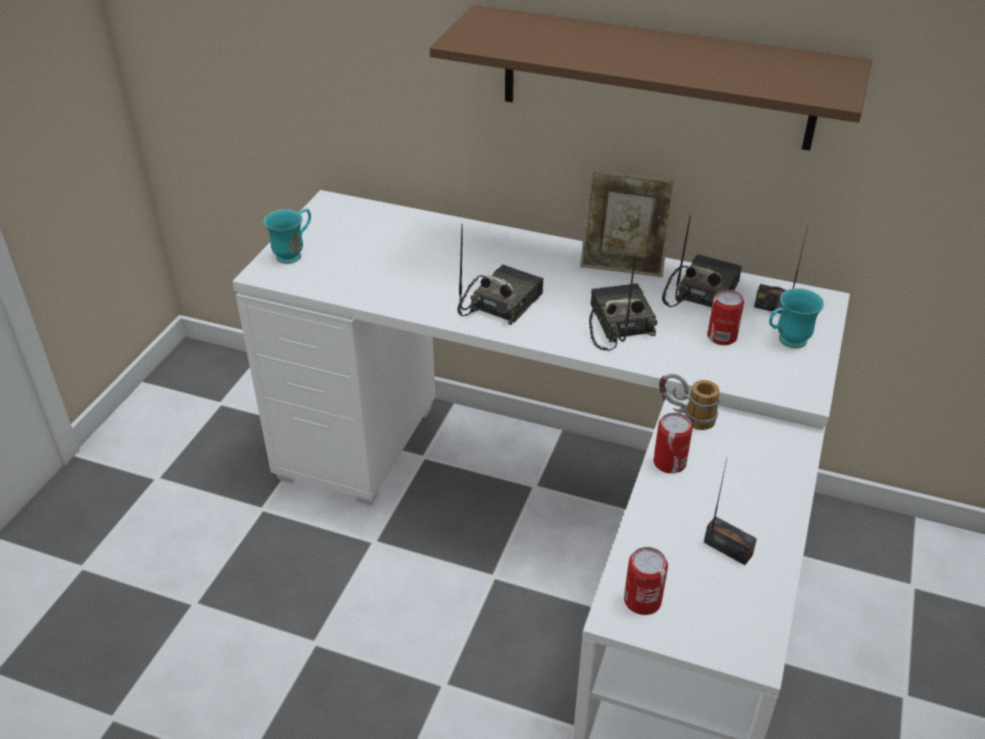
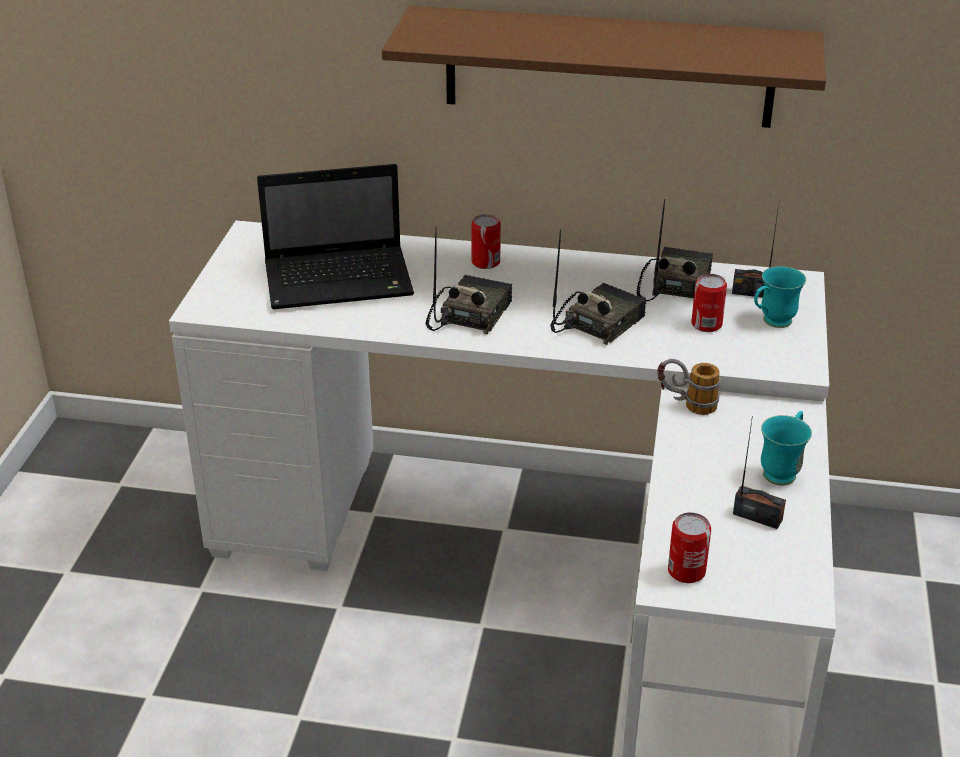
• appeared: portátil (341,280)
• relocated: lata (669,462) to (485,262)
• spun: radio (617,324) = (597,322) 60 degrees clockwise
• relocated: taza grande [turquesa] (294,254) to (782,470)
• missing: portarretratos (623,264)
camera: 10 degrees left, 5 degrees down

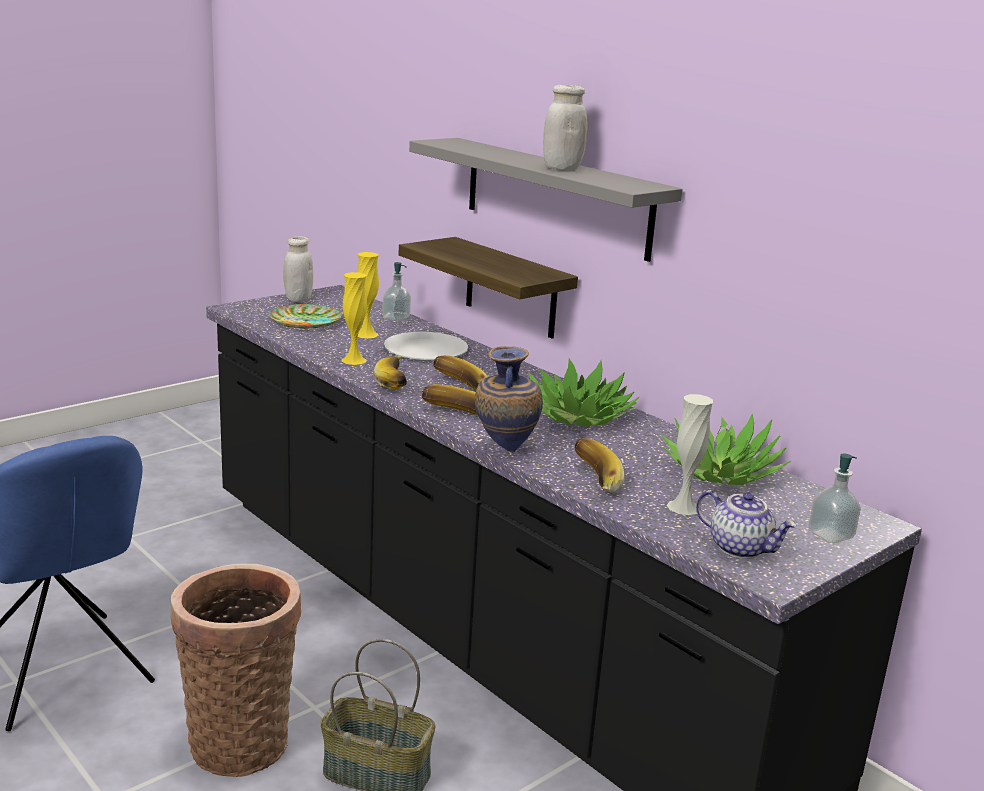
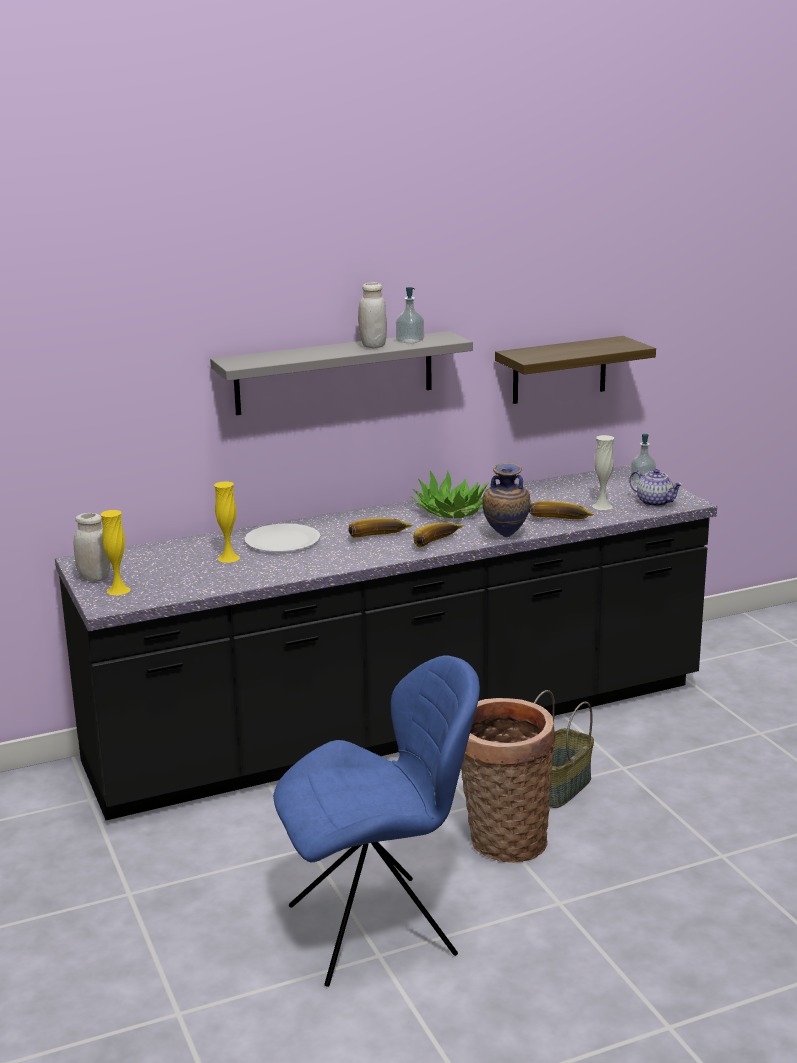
• relocated: florero [amarillo] (354,360) to (118,590)
• relocated: dispensador de jabón (396,318) to (410,341)
• relocated: estante (511,288) to (559,370)
• spun: tetera (740,548) = (655,502) 75 degrees clockwise
• missing: plato (305,321)
• missing: plátano (398,382)
• missing: planta en maceta (720,472)
camera: 70 degrees left, 0 degrees up

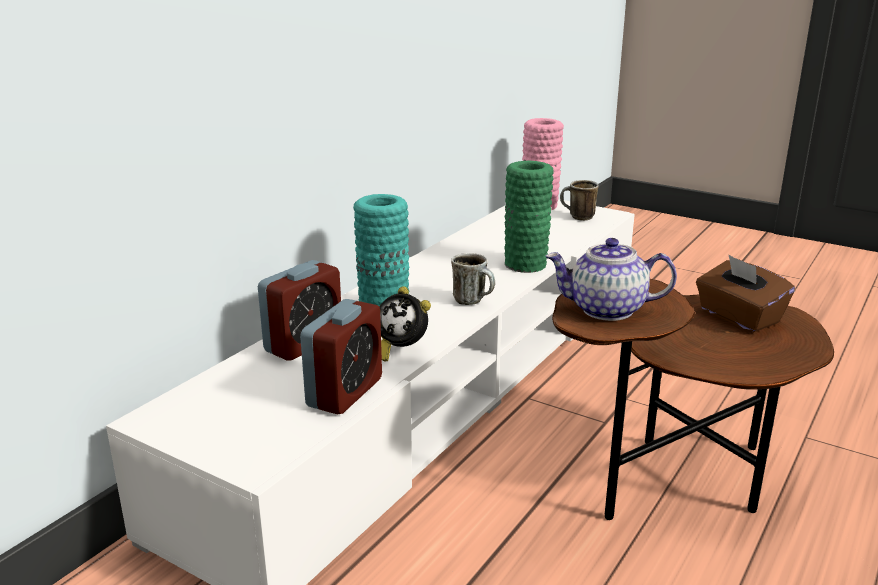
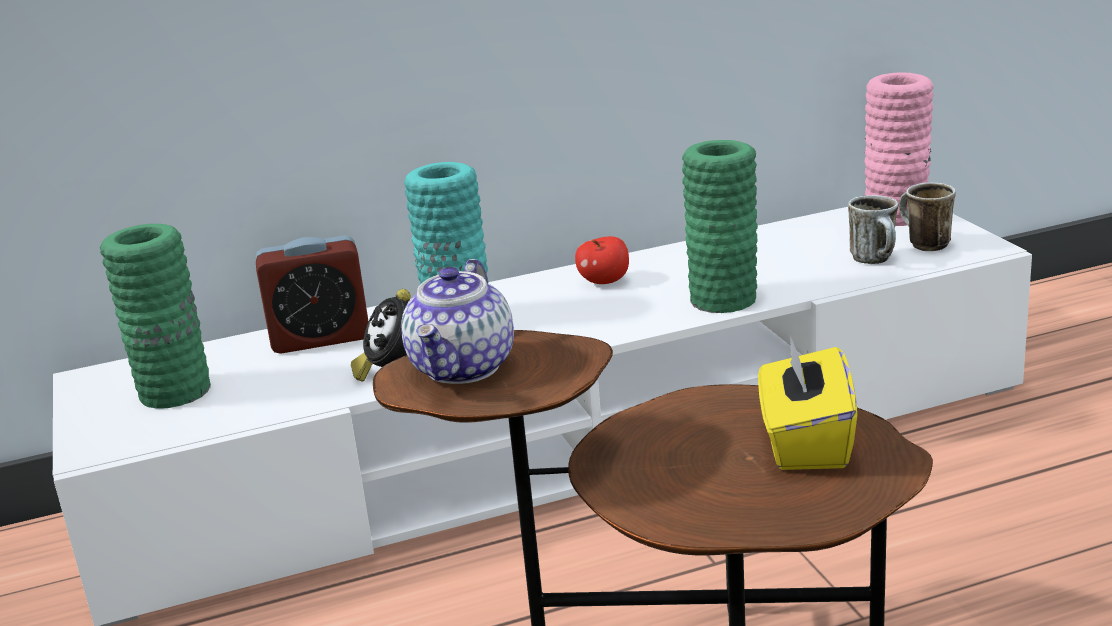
• appeared: florero [verde] (174,391)
• spun: tetera (606,310) = (463,368) 120 degrees counterclockwise
• appeared: manzana (604,281)
• colour: caja de pañuelos [marrón] (738,317) to caja de pañuelos [amarillo] (805,443)
• relocated: taza grande (474,301) to (877,261)
• missing: despertador (345,392)
camera: 40 degrees right, 0 degrees up

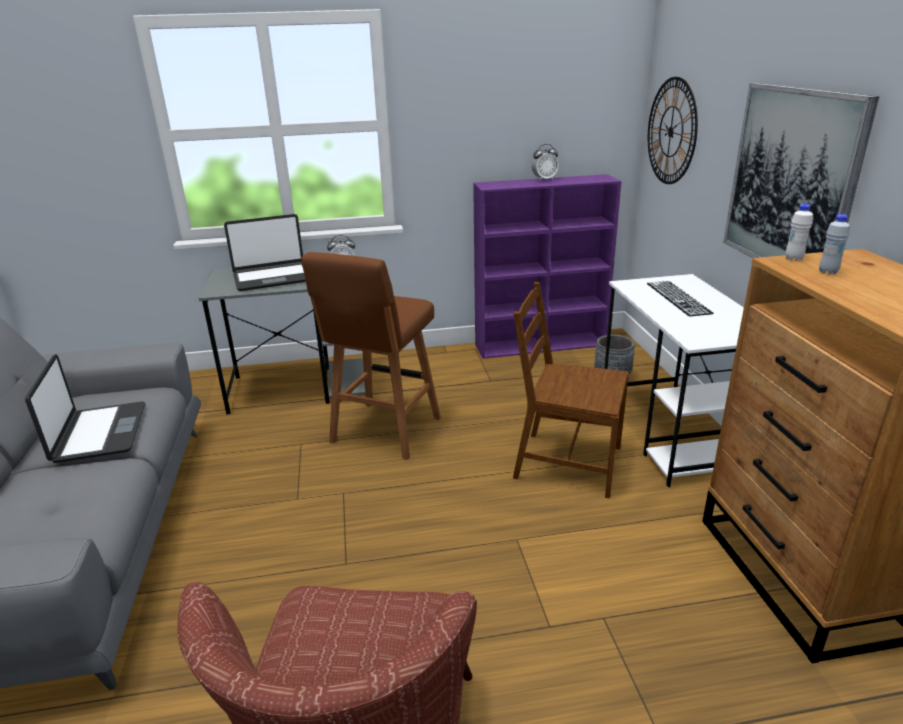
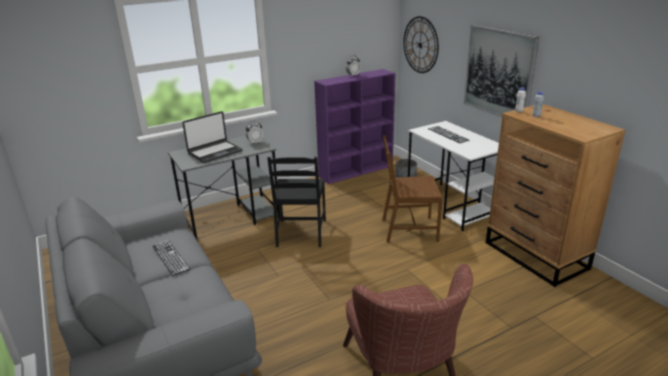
• exchanged: portátil (99,433) to teclado (170,257)
• exchanged: taburete [marrón] (384,432) to silla [negro] (301,233)
camera: 20 degrees left, 0 degrees up

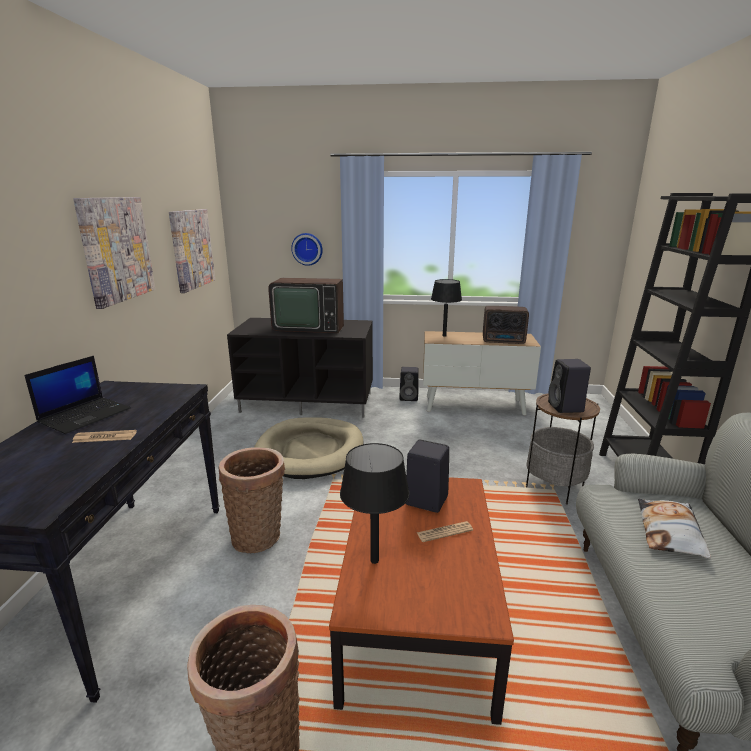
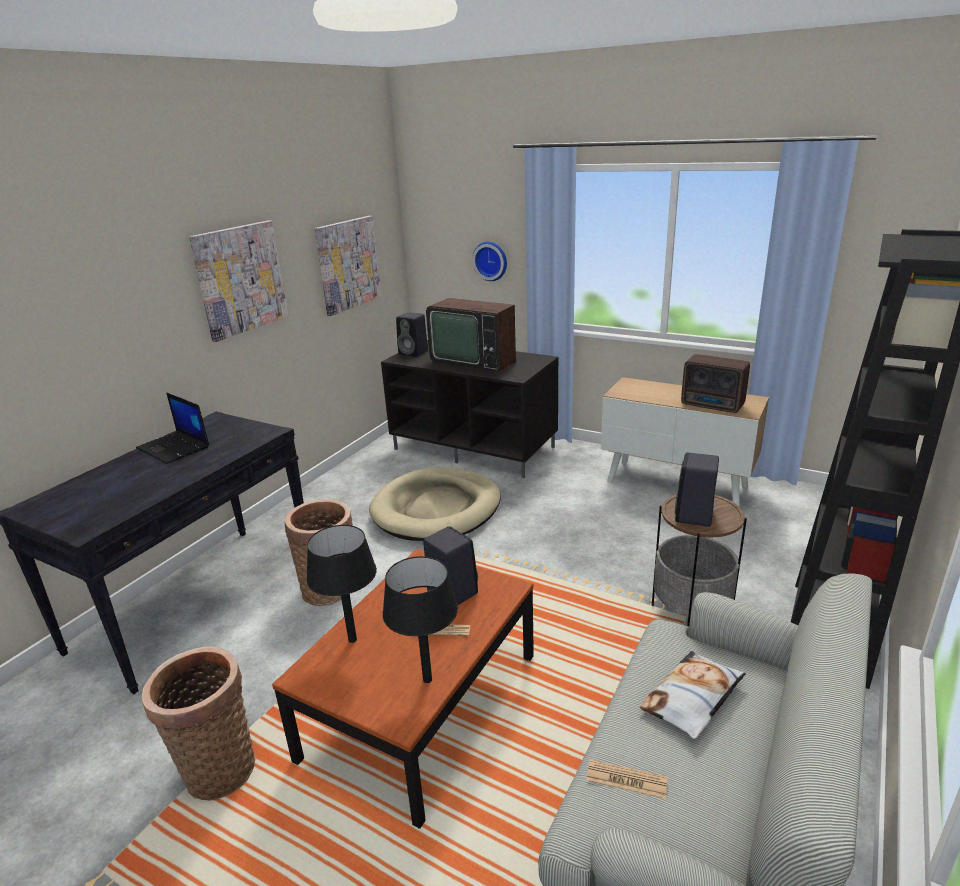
• spun: portátil (85,415) = (174,447) 75 degrees clockwise
• relocated: lámpara de mesa [negro] (444,336) to (427,679)
• relocated: altavoz [negro] (409,397) to (414,352)
• relocated: periódico (105,437) to (626,780)
camera: 25 degrees right, 5 degrees up

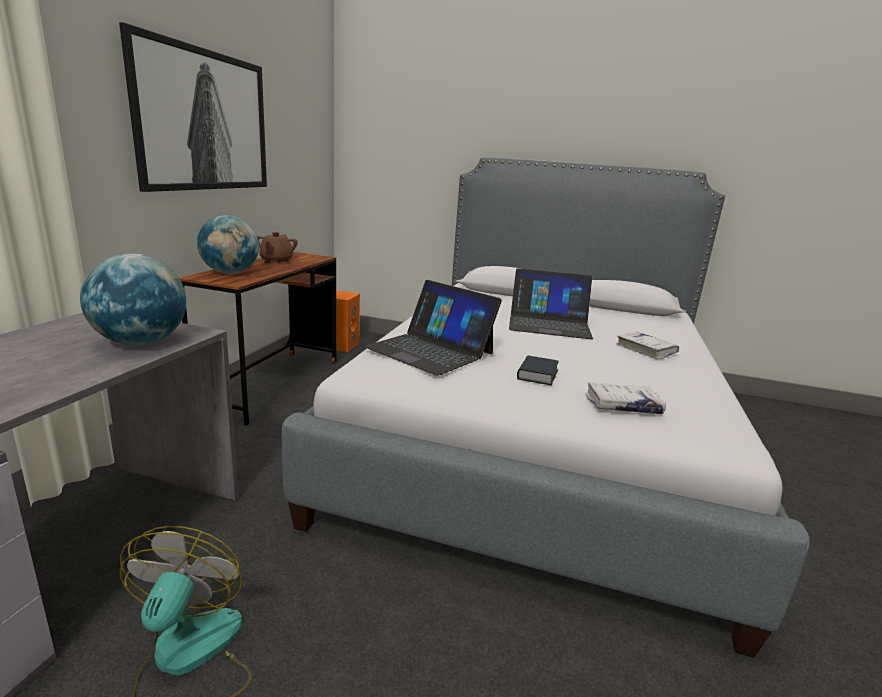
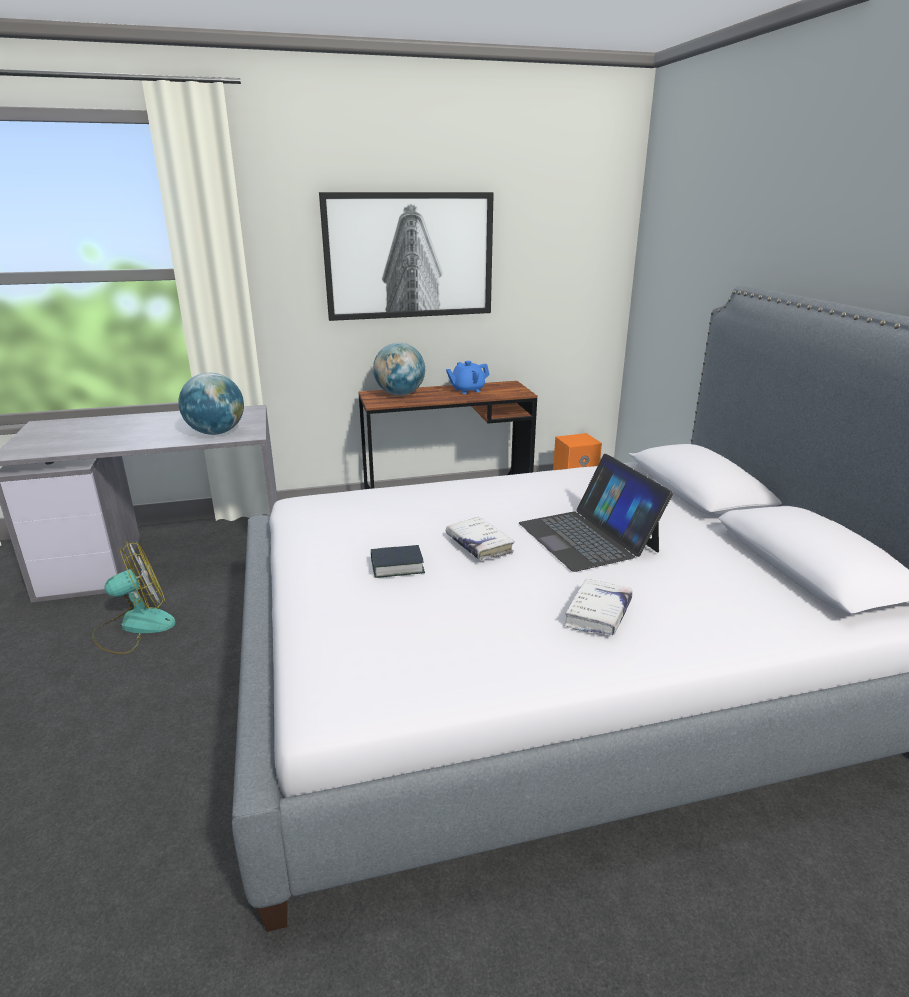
• colour: tetera [marrón] (276,261) to tetera [azul] (467,390)
• relocated: libro [blanco] (622,406) to (479,545)
• missing: portátil (430,350)
camera: 60 degrees right, 5 degrees up

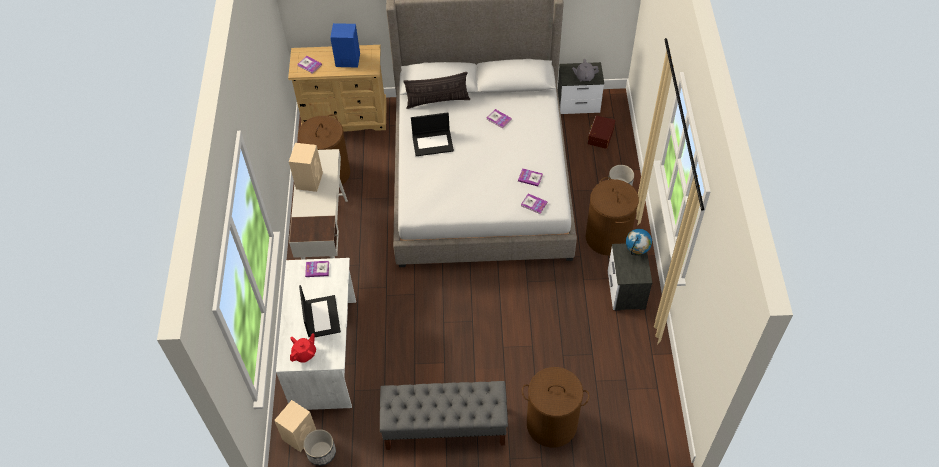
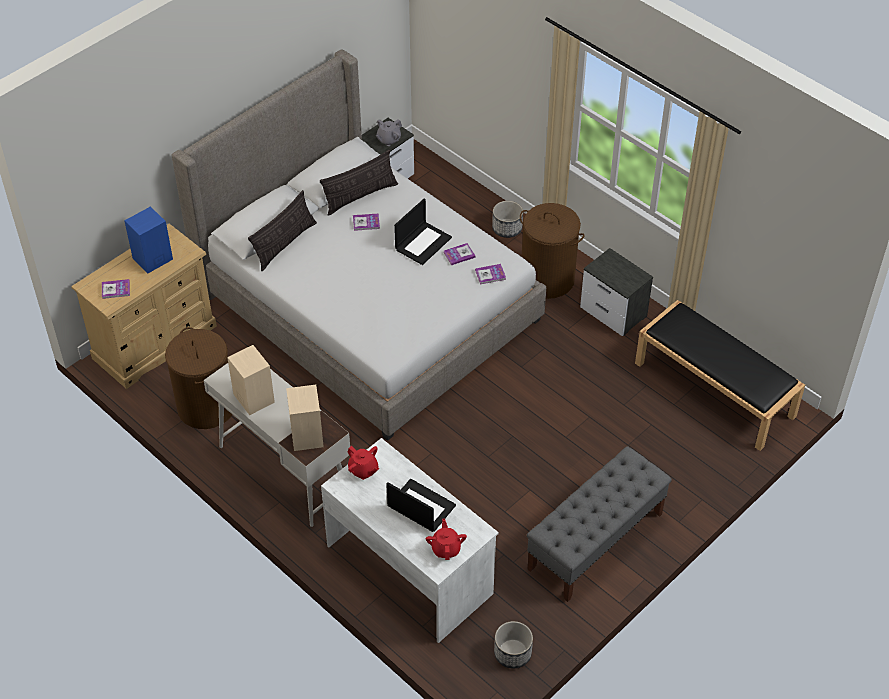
• relocated: altavoz [beis] (300,435) to (306,435)
• appeared: cojín (360,196)
• exchanged: libro (317,269) to tetera [rojo] (363,470)
• relocated: portátil (433,143) to (423,243)
• appeared: banco [negro] (715,390)
• missing: cesto de la ropa [marrón] (551,424)
• missing: caja de almacenaje [marrón] (599,136)
• missing: globo terráqueo (636,252)
camera: 45 degrees left, 5 degrees down

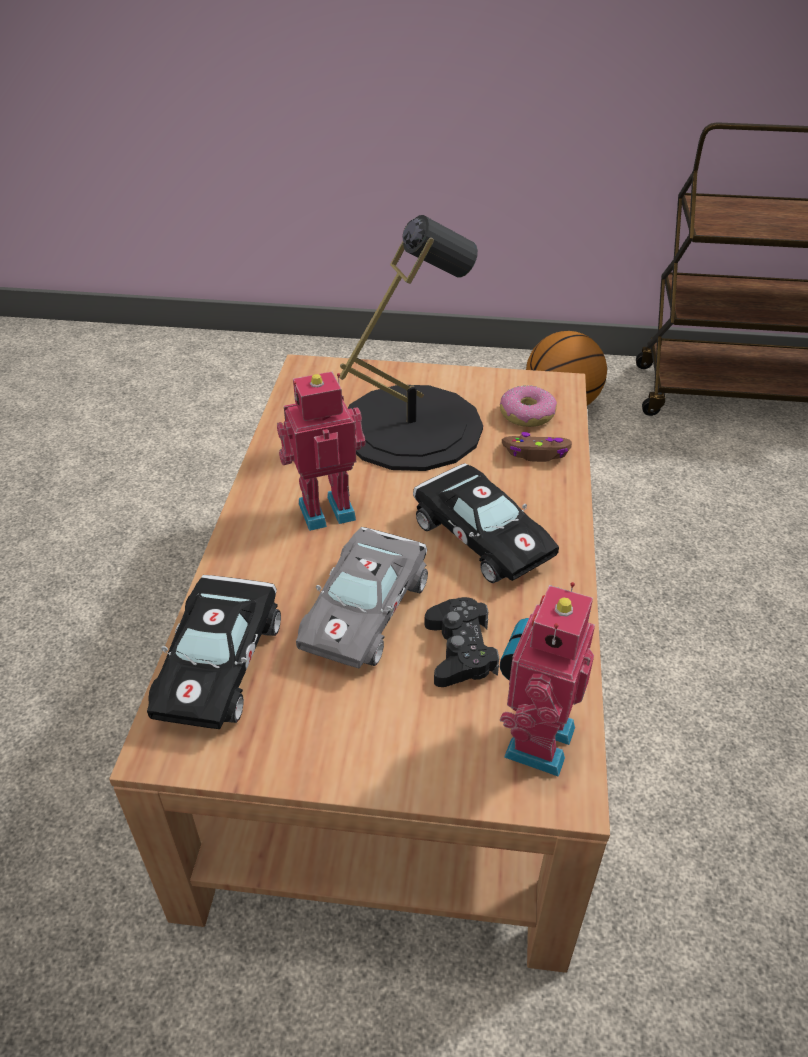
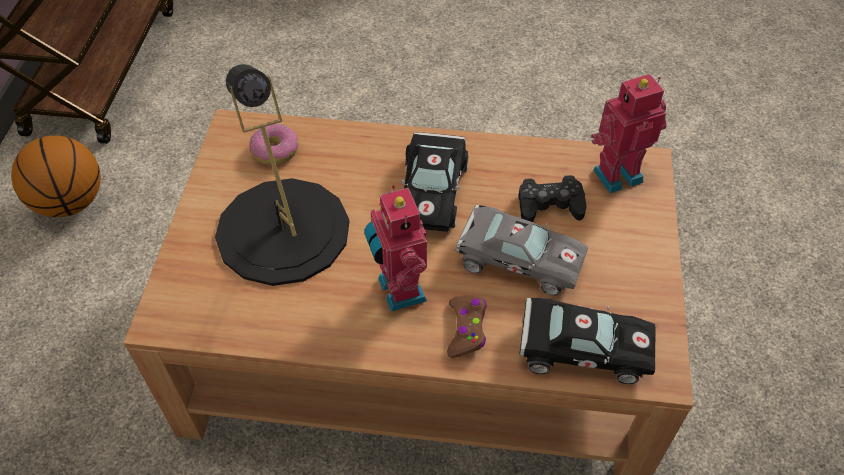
• spun: coche de juguete [negro] (479,535) = (432,190) 135 degrees clockwise
• relocated: mando de consola [marrón] (536,453) to (466,329)
• spun: robot de juguete (534,740) = (616,173) 135 degrees clockwise
camera: 90 degrees left, 10 degrees up

